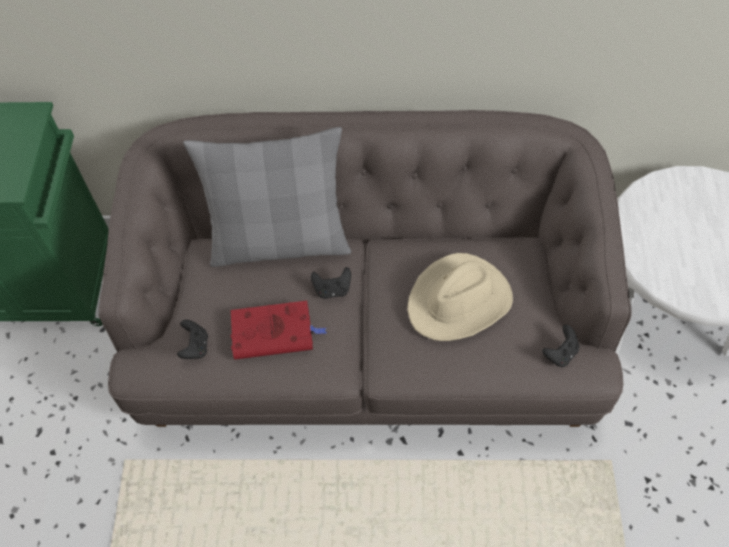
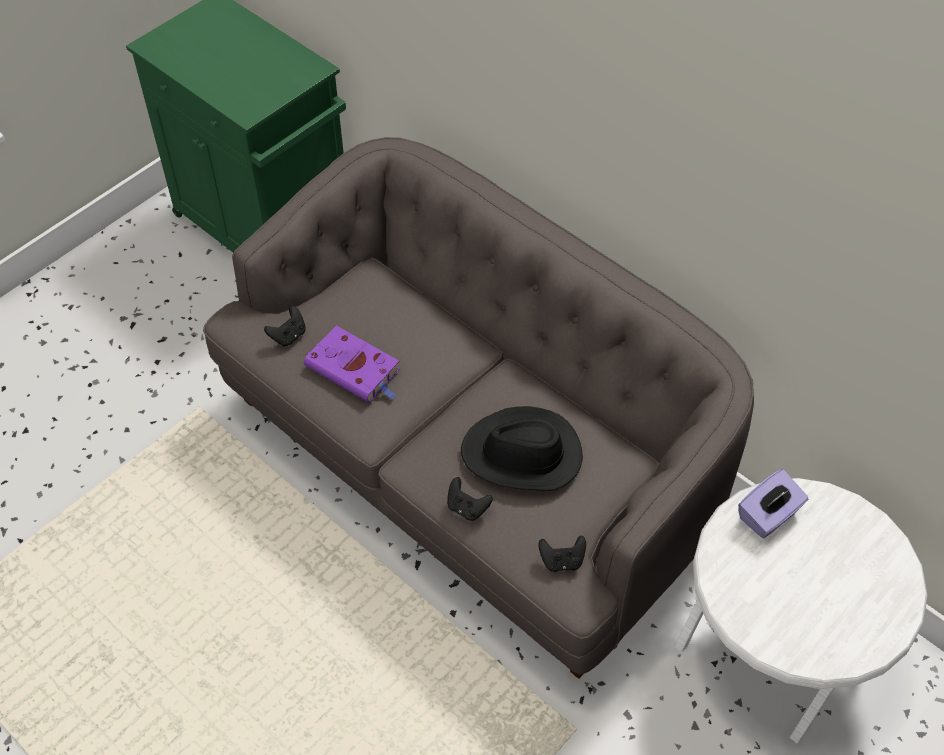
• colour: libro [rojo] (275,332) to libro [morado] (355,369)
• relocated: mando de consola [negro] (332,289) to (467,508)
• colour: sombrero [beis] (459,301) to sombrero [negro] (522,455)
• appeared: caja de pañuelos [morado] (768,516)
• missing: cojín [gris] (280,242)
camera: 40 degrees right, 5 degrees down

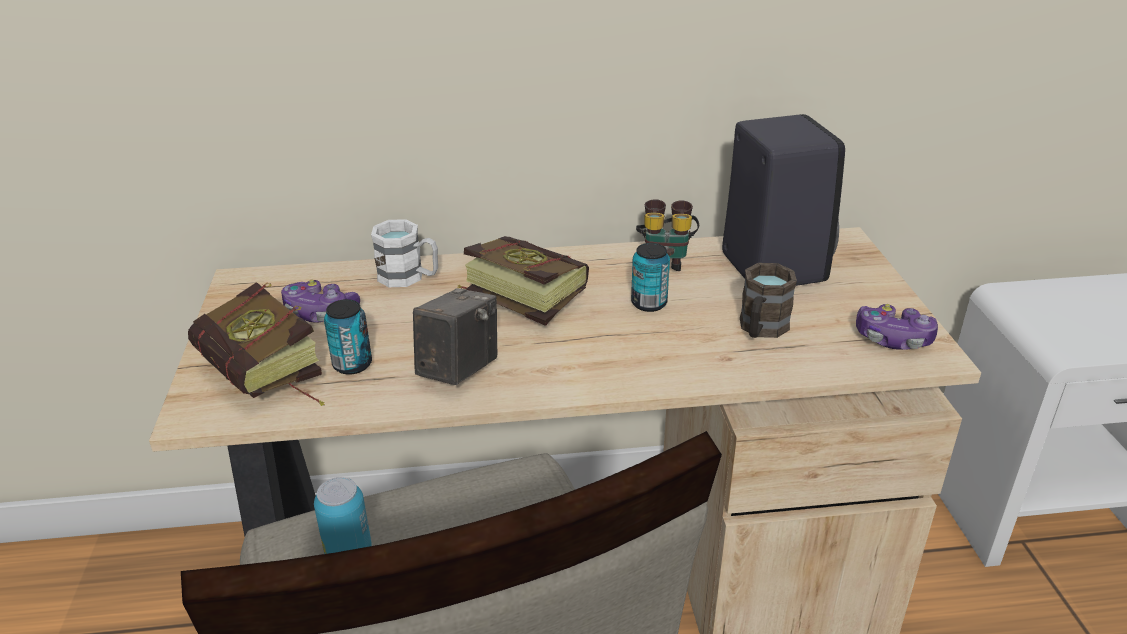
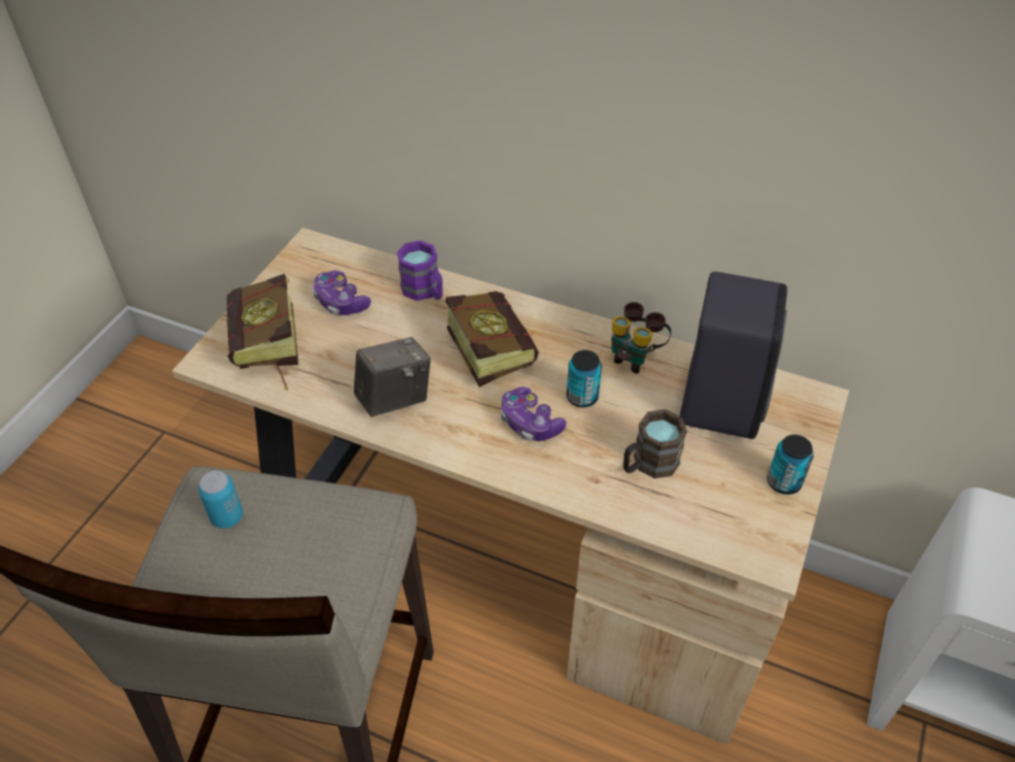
• colour: taza grande [blanco] (409,277) to taza grande [morado] (425,292)
• relocated: mando de consola (893,339) to (530,423)
• relocated: lata (352,364) to (783,482)
camera: 30 degrees right, 15 degrees up

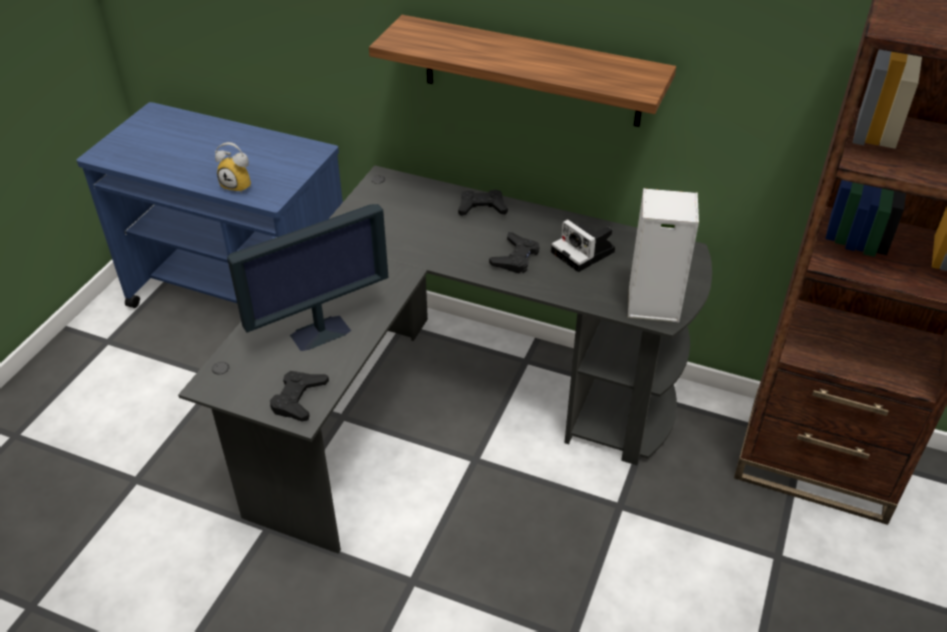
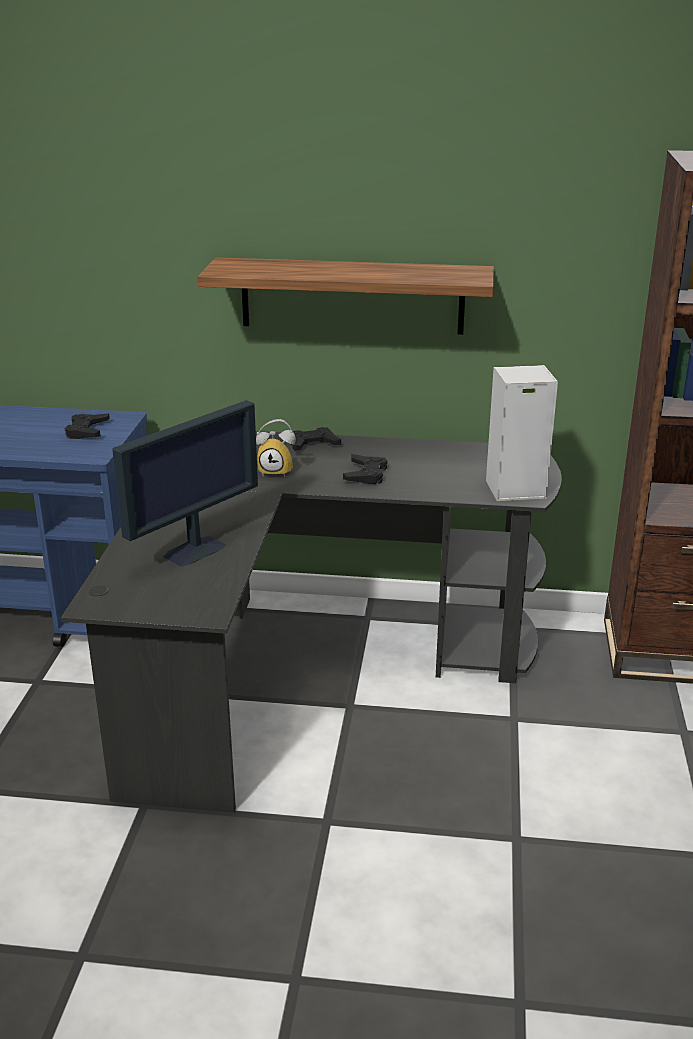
• relocated: mando de consola [negro] (298,399) to (87,431)
• relocated: despertador (240,185) to (277,471)
• missing: cámara (585,253)
camera: 15 degrees left, 15 degrees down

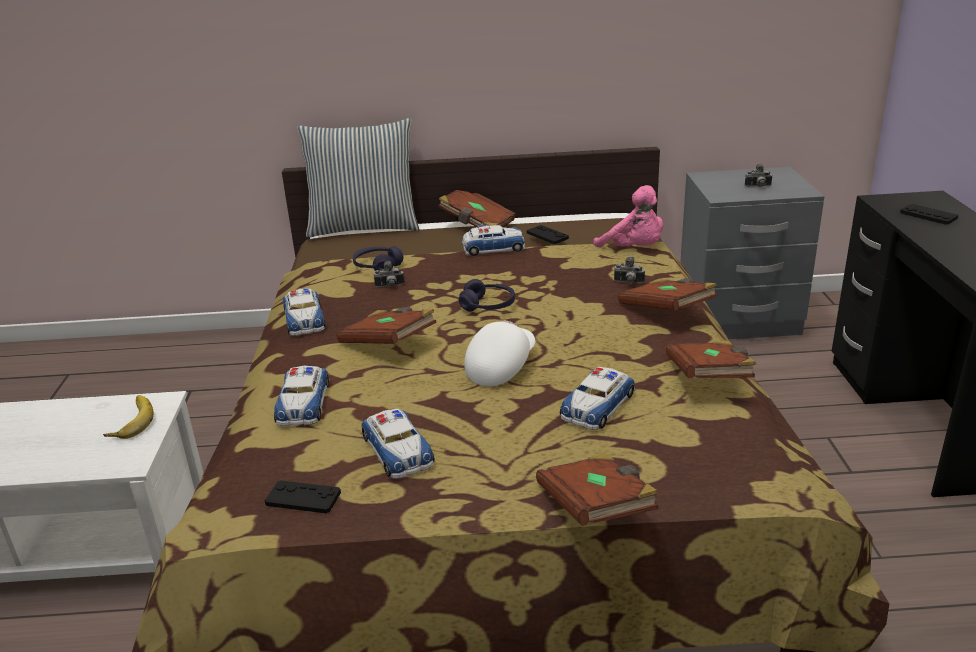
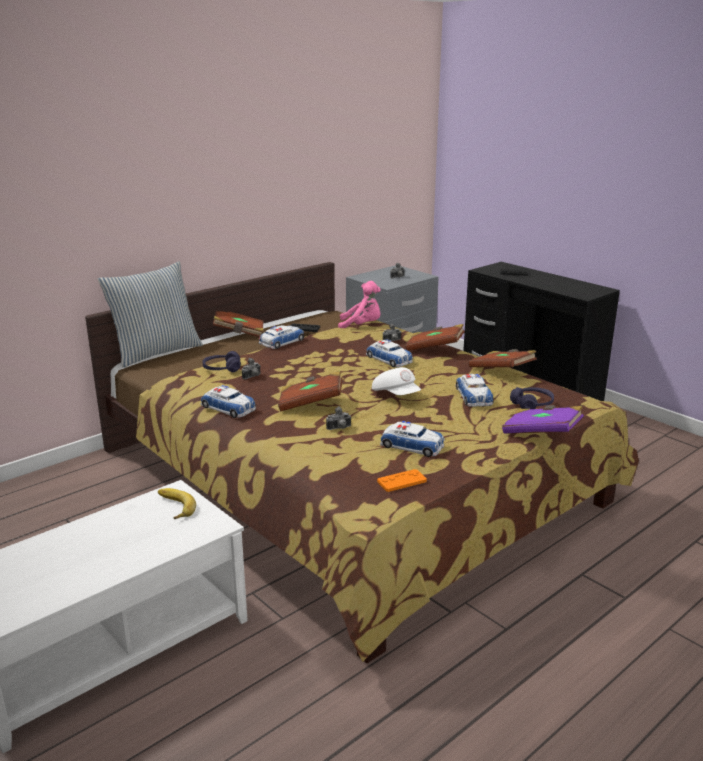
• appeared: cámara (339,428)
• relocated: coche de juguete (303,403) to (389,359)
• spun: gorra [blanco] (500,367) = (396,395) 150 degrees clockwise
• colour: mando de consola [negro] (303,498) to mando de consola [naranja] (402,481)
• colour: libro [marrón] (596,508) to libro [morado] (541,433)
• relocated: auriculares [morado] (488,306) to (532,404)
camera: 40 degrees left, 5 degrees down

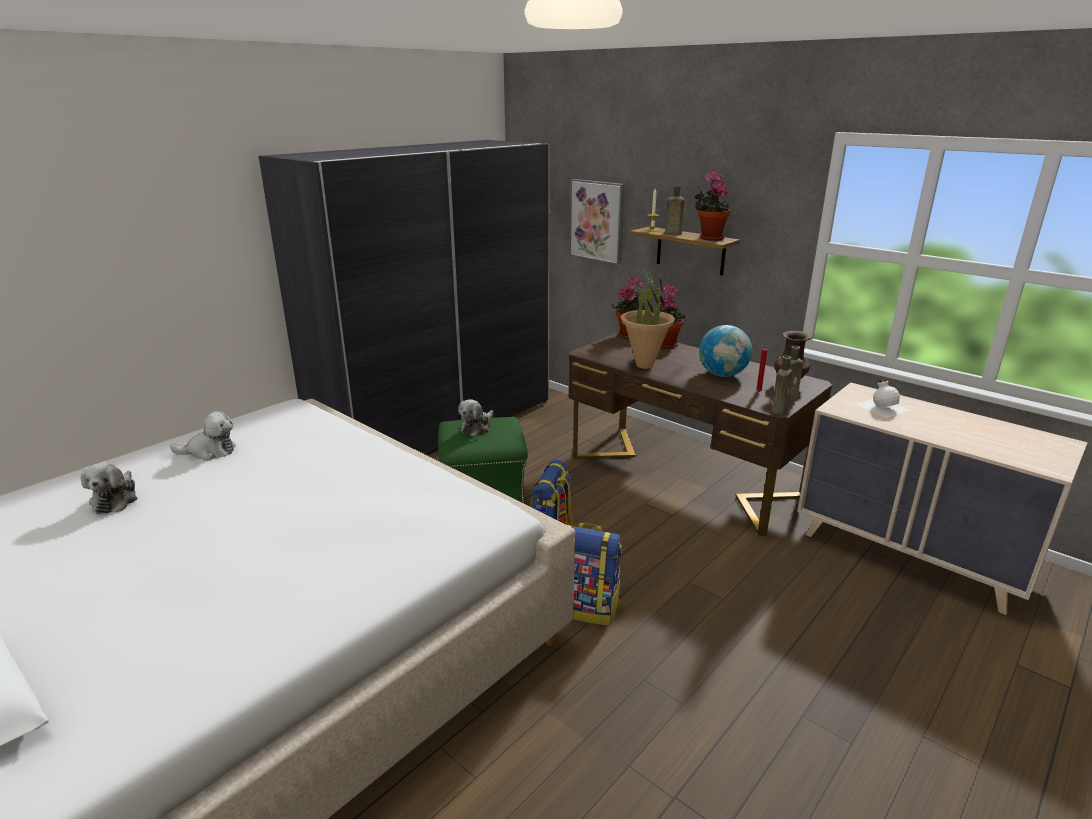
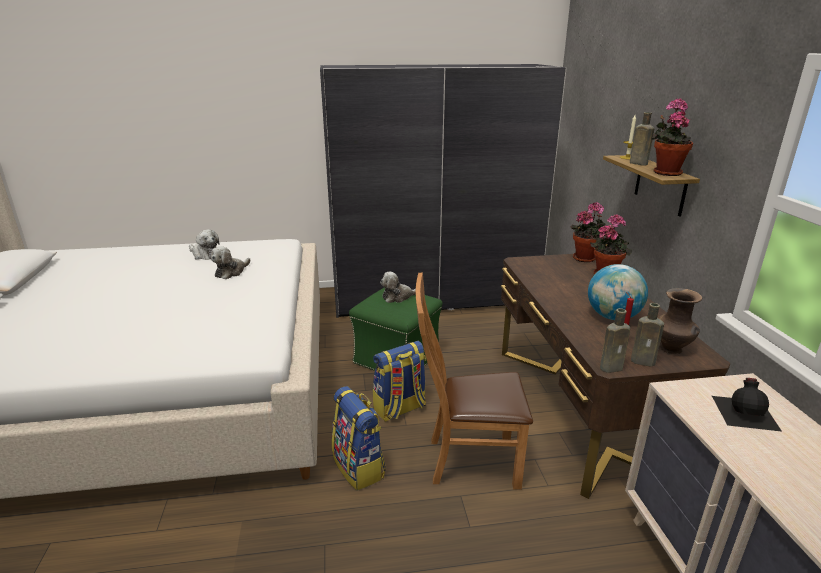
• relocated: peluche (116,499) to (231,272)
• appeared: silla [marrón] (467,460)
• colour: botella [blanco] (882,406) to botella [negro] (745,412)
• missing: cuadro (597,221)
• missing: planta en maceta (644,365)
camera: 40 degrees right, 0 degrees up

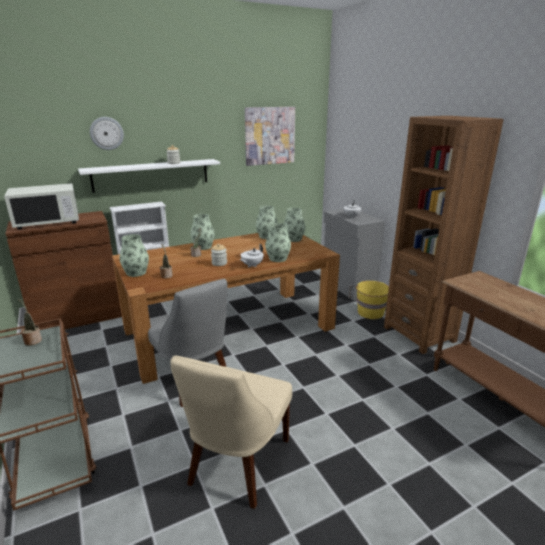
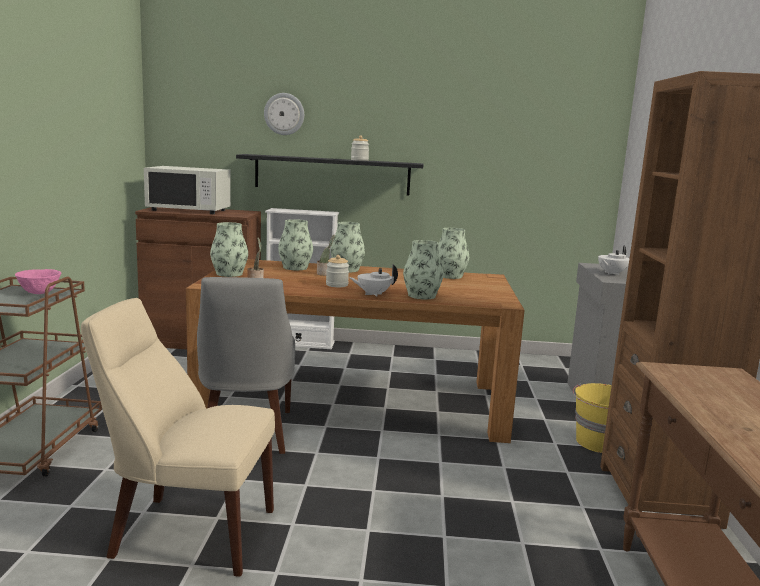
• exchanged: planta en maceta (32,340) to cuenco [rosa] (40,293)
• spun: silla [beis] (237,464) = (187,532) 45 degrees clockwise
• colour: estante [blanco] (151,175) to estante [negro] (332,174)
• relocated: florero (293,239) to (295,268)
• missing: cuadro (269,136)
camera: 30 degrees right, 10 degrees down

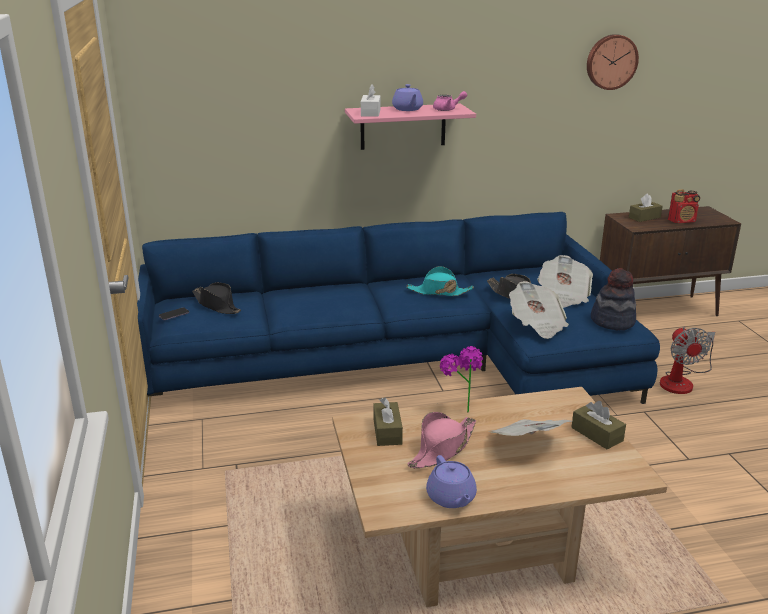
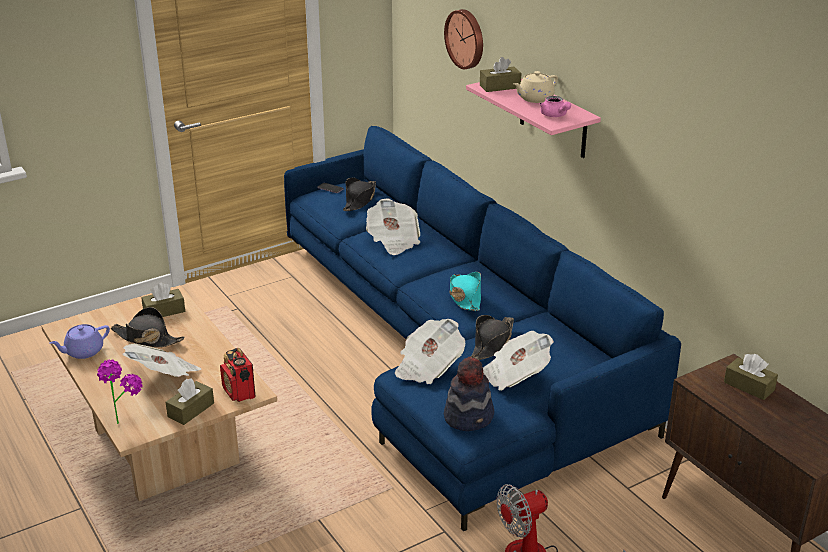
• relocated: planta en maceta (460,408) to (123,418)
• colour: sombrero [rosa] (442,448) to sombrero [negro] (147,338)
• relocated: radio (682,221) to (239,393)
• appeared: periódico (393,241)
• relocated: reloj de pared (611,62) to (466,38)
• colour: caja de pañuelos [blanco] (370,113) to caja de pañuelos [marrón] (500,86)
• colour: tetera [morado] (407,109) to tetera [beis] (534,99)
camera: 70 degrees right, 5 degrees up

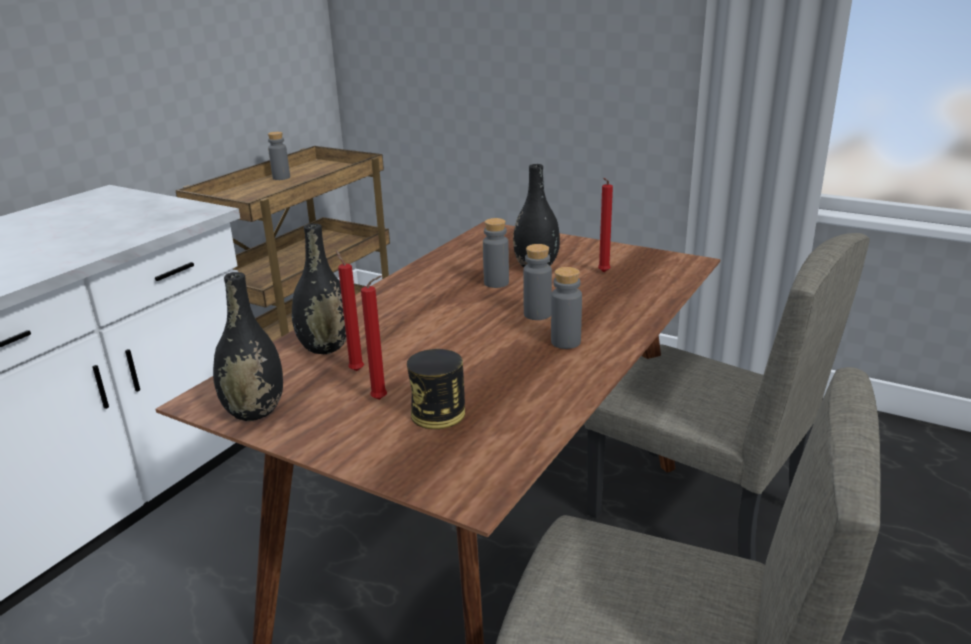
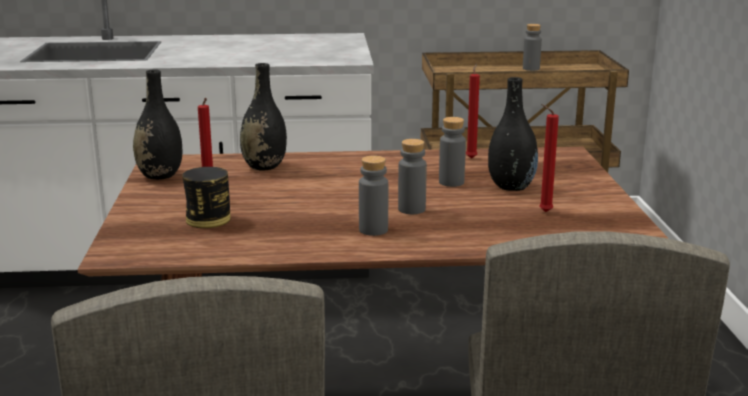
• relocated: vela [rojo] (355,370) to (471,158)
camera: 55 degrees right, 5 degrees down

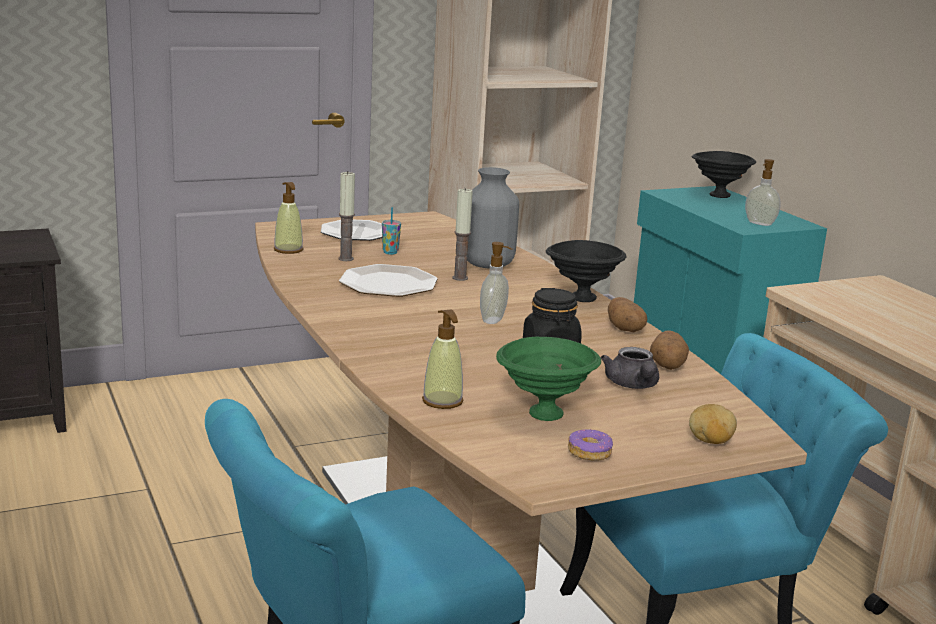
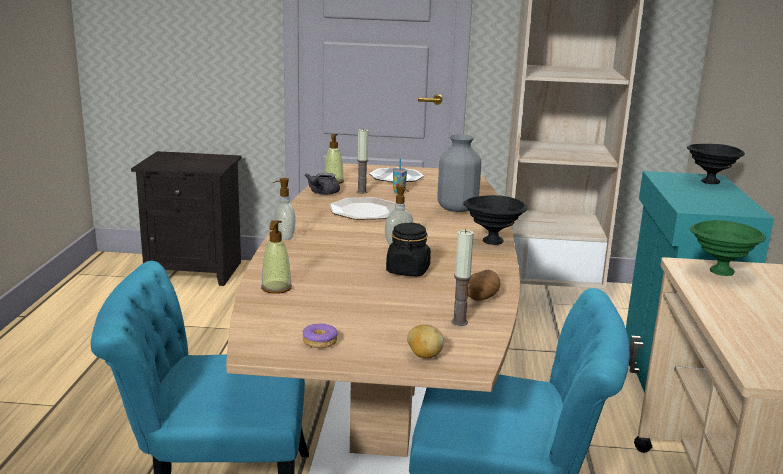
• relocated: dispensador de jabón (759,224) to (284,237)
• relocated: tetera [gris] (633,385) to (322,193)
• relocated: vela (460,278) to (459,322)
• relocated: cuenco [verde] (543,414) to (719,271)
• missing: patata (626,330)
camera: 30 degrees right, 0 degrees up

